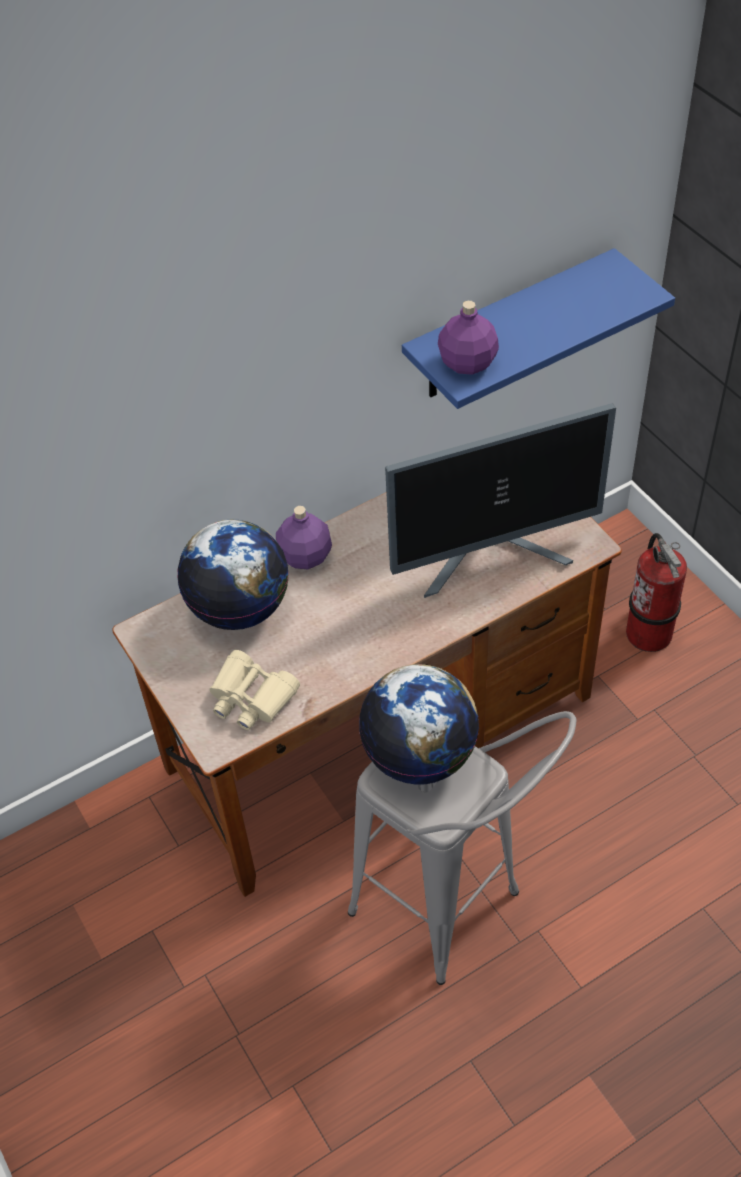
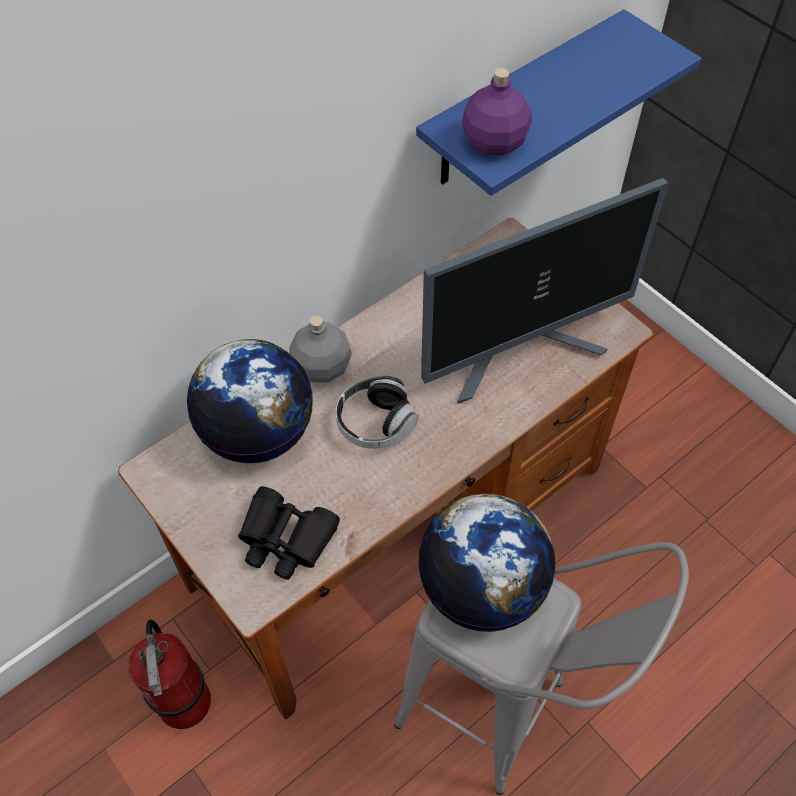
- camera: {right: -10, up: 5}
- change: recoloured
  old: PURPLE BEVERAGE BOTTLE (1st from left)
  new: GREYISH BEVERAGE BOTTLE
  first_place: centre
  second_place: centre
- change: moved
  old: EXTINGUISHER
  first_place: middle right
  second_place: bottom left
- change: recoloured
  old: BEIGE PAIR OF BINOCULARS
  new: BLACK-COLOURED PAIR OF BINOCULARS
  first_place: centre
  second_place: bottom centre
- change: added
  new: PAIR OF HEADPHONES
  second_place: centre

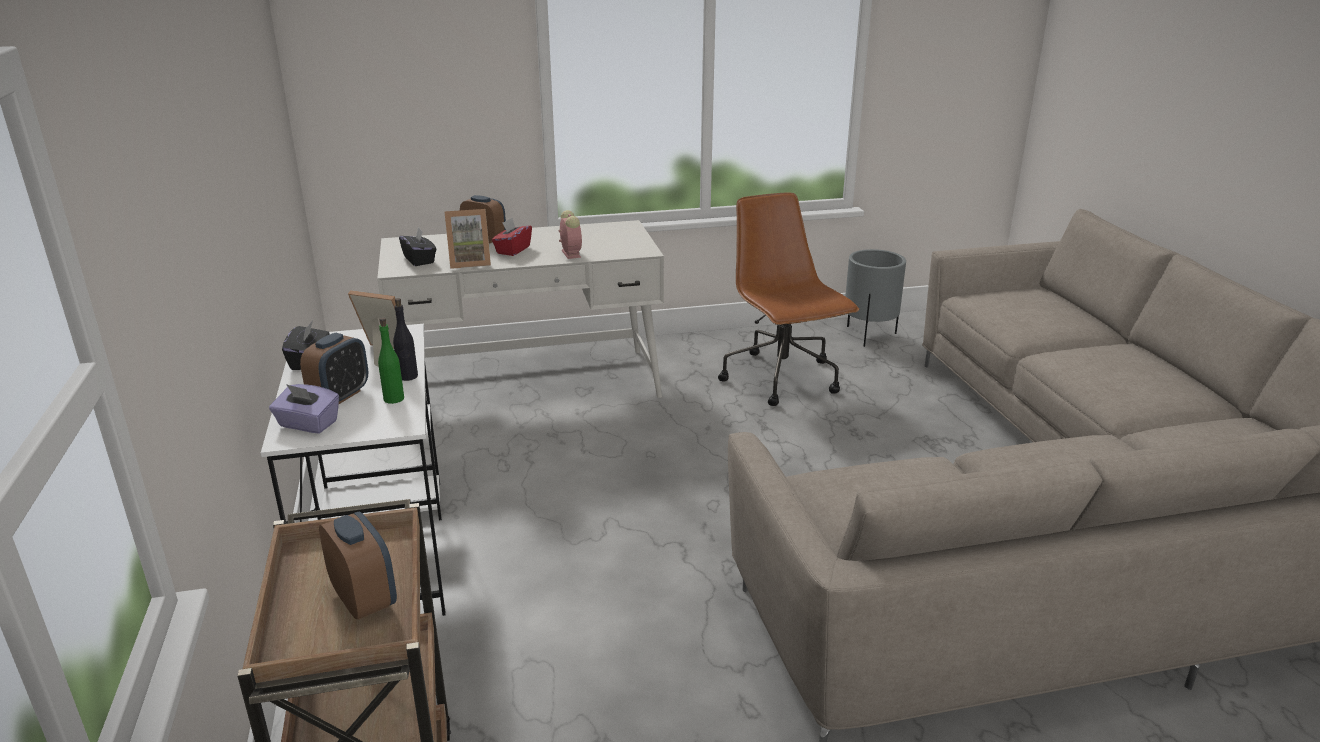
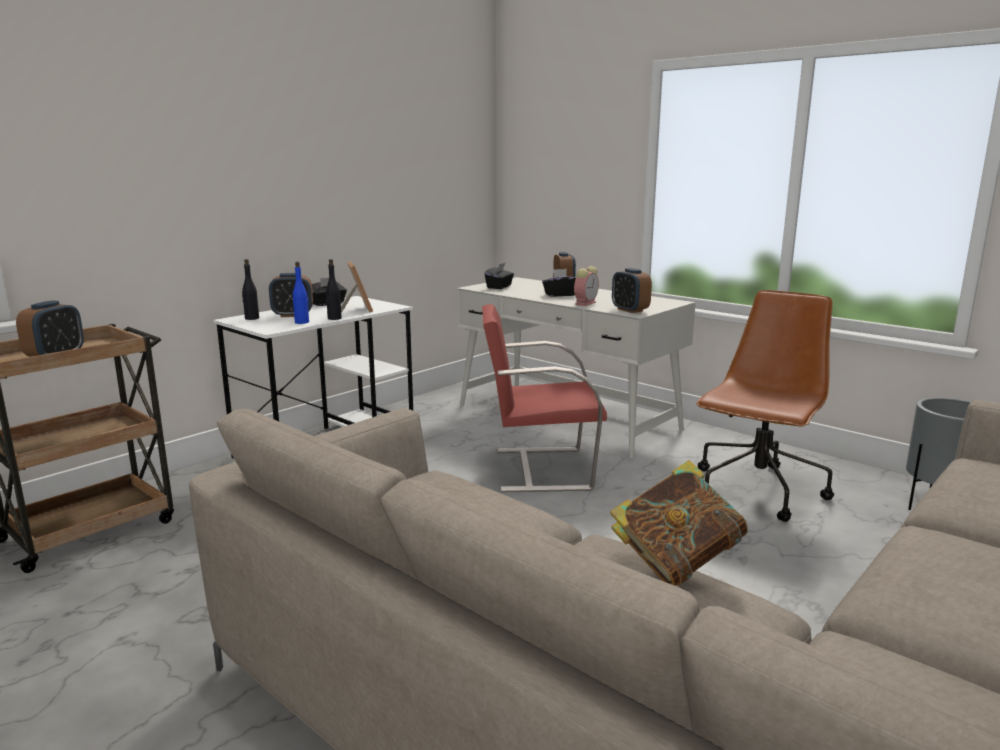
- camera: {right: 55, up: -10}
- change: removed
  old: PICTURE FRAME (2nd from left)
  first_place: top centre
- change: recoloured
  old: RED-COLOURED TISSUE BOX
  new: BLACK-COLOURED TISSUE BOX (3rd from left)
  first_place: top centre
  second_place: centre
- change: recoloured
  old: GREEN-COLOURED BEVERAGE BOTTLE
  new: BLUE-COLOURED BEVERAGE BOTTLE
  first_place: middle left
  second_place: middle left
- change: replaced
  old: PURPLE TISSUE BOX
  new: BLACK-COLOURED BEVERAGE BOTTLE (1st from left)
  first_place: middle left
  second_place: middle left
- change: added
  new: BEDSIDE CLOCK (5th from left)
  second_place: centre
- change: added
  new: RED-COLOURED CHAIR
  second_place: centre
- change: added
  new: BOOK
  second_place: bottom right

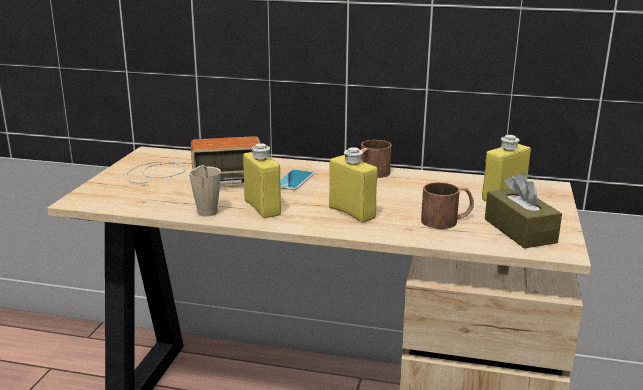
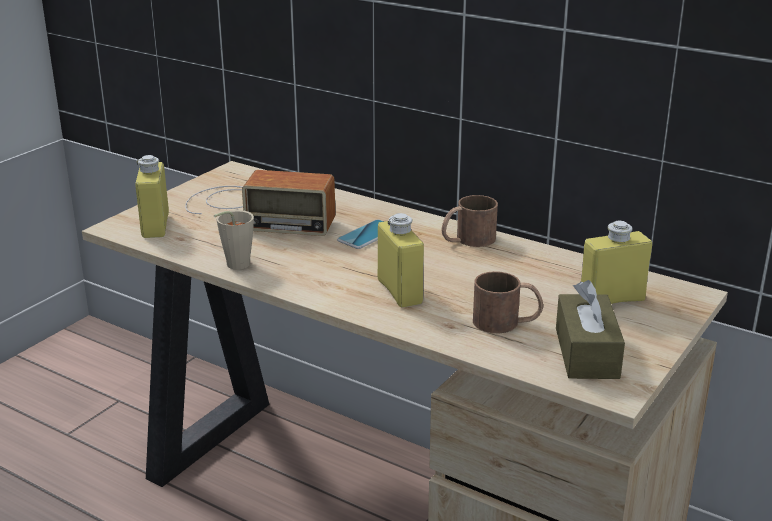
- camera: {right: 20, up: 5}
- change: moved
  old: YELLOW-COLOURED BEVERAGE BOTTLE (1st from left)
  first_place: centre
  second_place: middle left

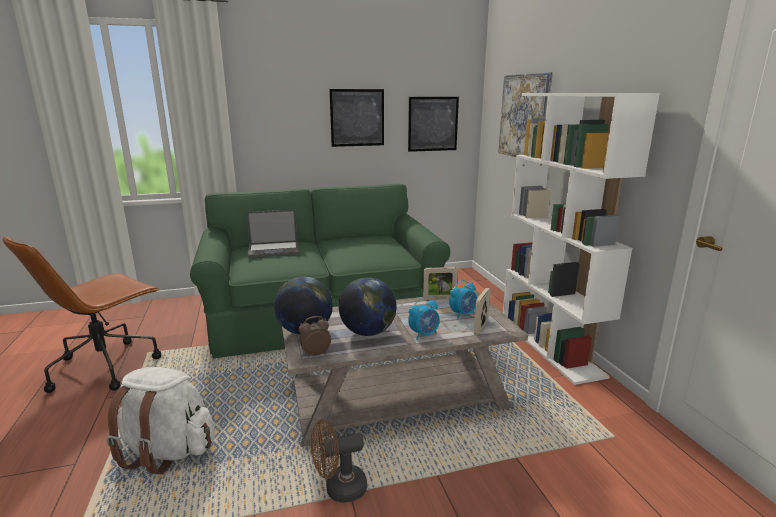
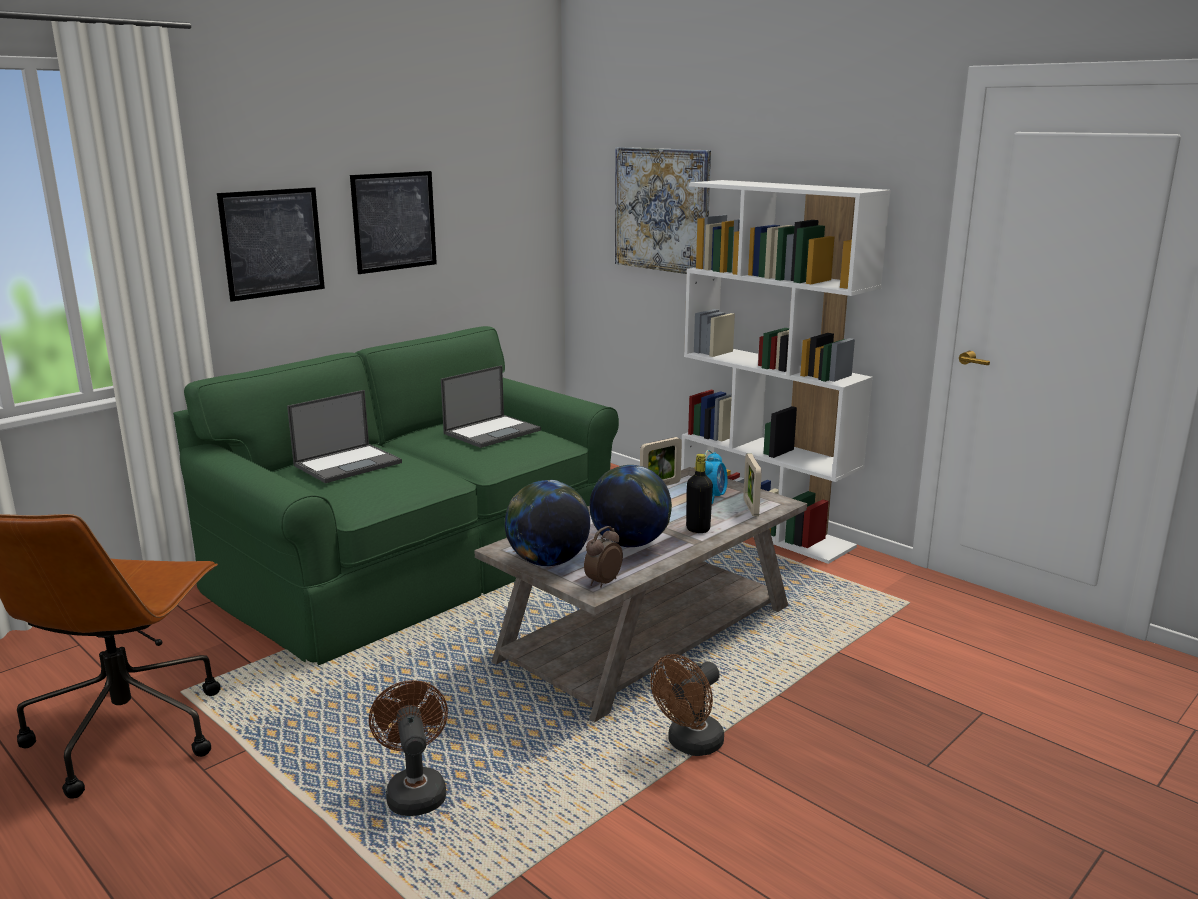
- camera: {right: -30, up: 0}
- change: moved
  old: WALL ART (2nd from left in the first image)
  new: WALL ART (1st from left)
  first_place: top centre
  second_place: top left
- change: replaced
  old: BEDSIDE CLOCK (2nd from left)
  new: BLACK-COLOURED BEVERAGE BOTTLE
  first_place: centre
  second_place: centre
- change: replaced
  old: WHITE-COLOURED BACKPACK
  new: BROWNISH FAN (1st from left)
  first_place: bottom left
  second_place: bottom centre
- change: added
  new: NOTEBOOK COMPUTER (2nd from left)
  second_place: centre

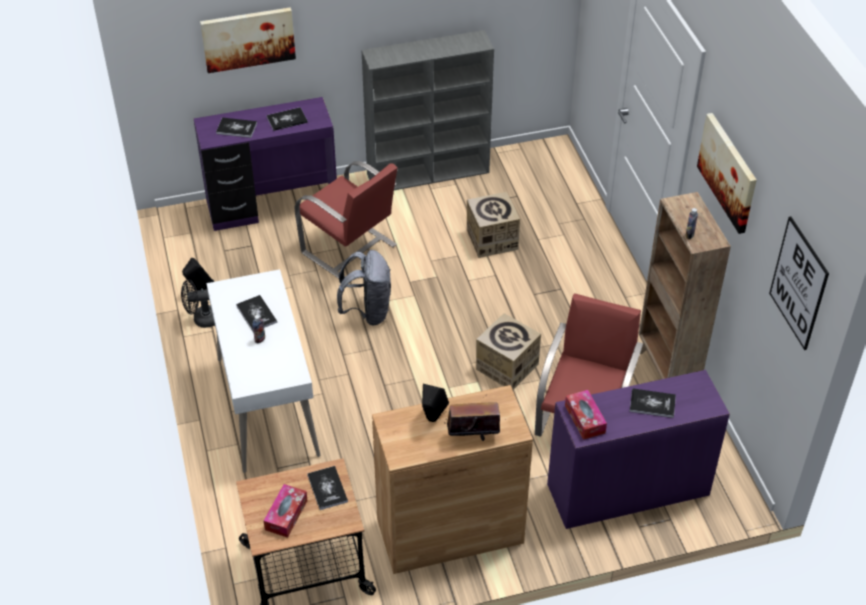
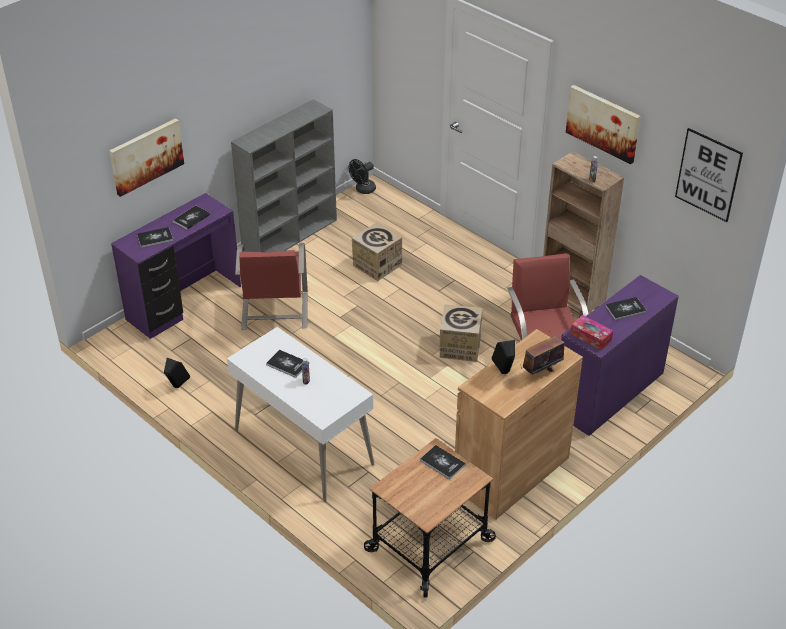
- camera: {right: -30, up: -5}
- change: turned
  old: RED-COLOURED CHAIR (1st from left)
  first_place: centre
  second_place: centre
  degrees: 75
- change: removed
  old: GREYISH BACKPACK
  first_place: centre
- change: moved
  old: BLACK-COLOURED FAN
  first_place: middle left
  second_place: top centre
- change: removed
  old: TISSUE BOX (1st from left)
  first_place: bottom left

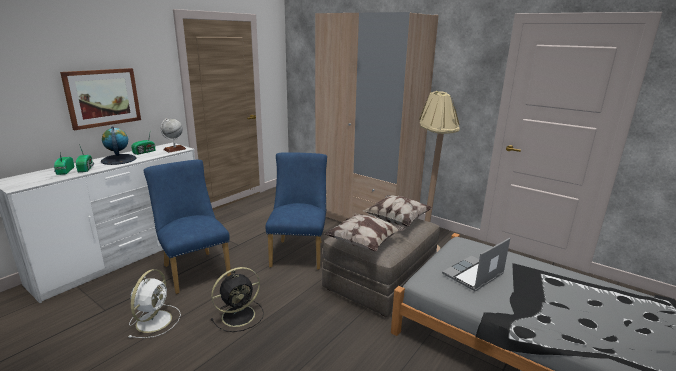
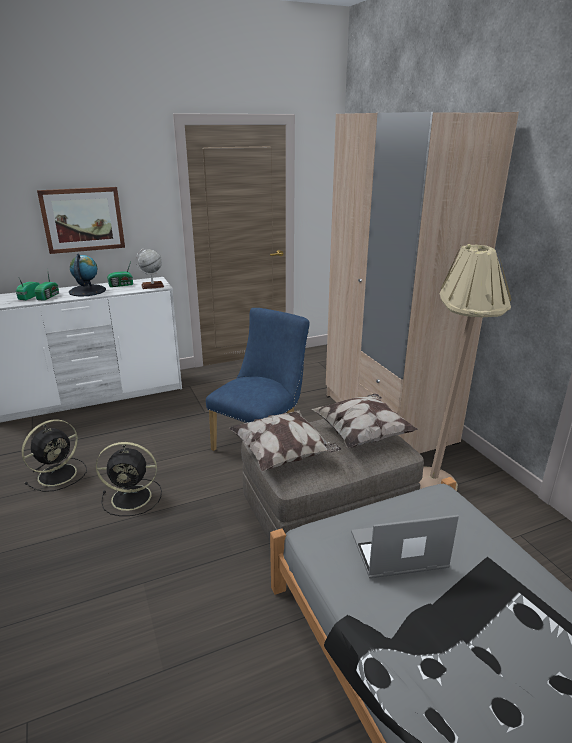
- camera: {right: 30, up: 5}
- change: removed
  old: BLUE-COLOURED CHAIR (1st from left)
  first_place: middle left
- change: recoloured
  old: WHITE-COLOURED FAN
  new: BLACK-COLOURED FAN (1st from left)
  first_place: bottom left
  second_place: middle left

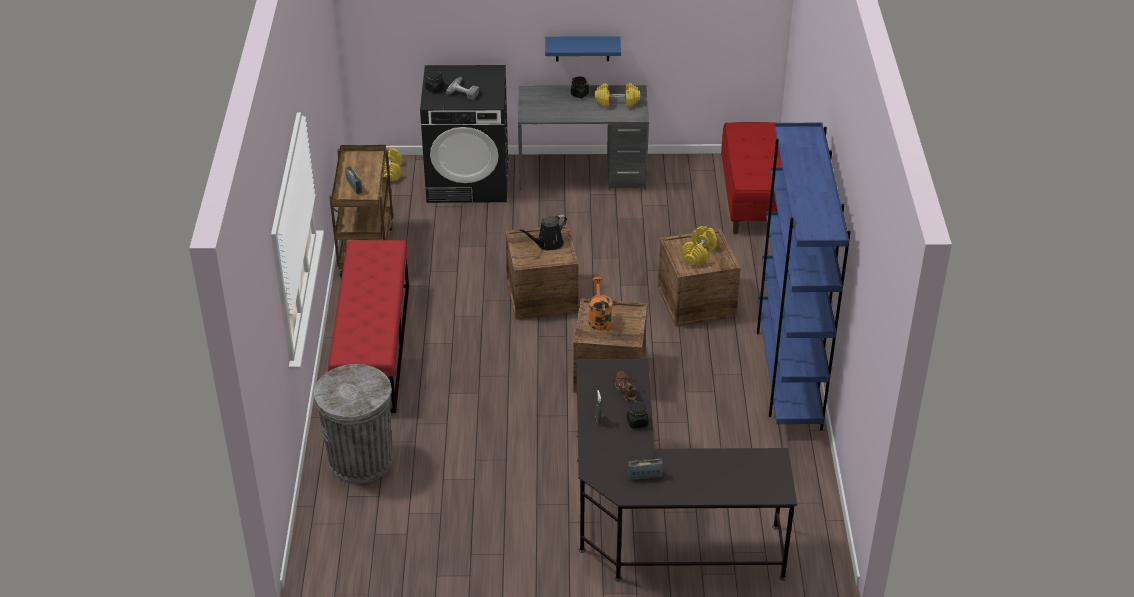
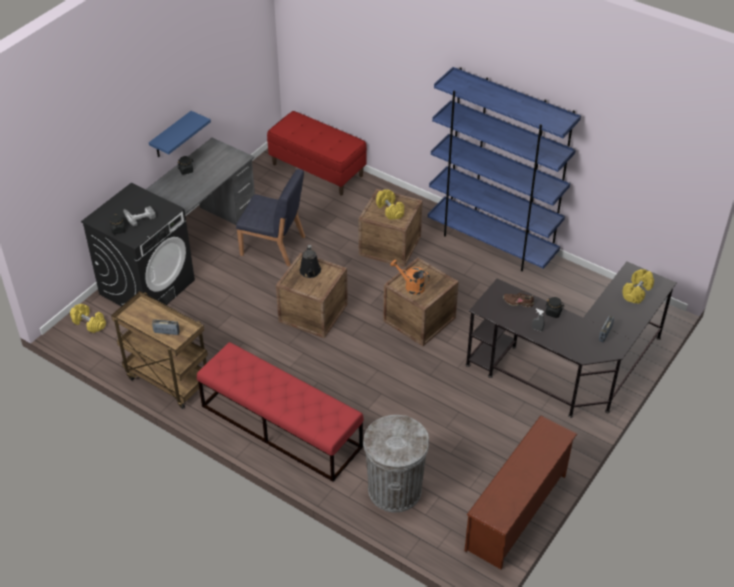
- camera: {right: -55, up: 5}
- change: moved
  old: YELLOW-COLOURED DUMBBELL (2nd from left in the first image)
  new: YELLOW-COLOURED DUMBBELL (3rd from left)
  first_place: top centre
  second_place: middle right
- change: added
  new: BLUE-COLOURED CHAIR
  second_place: centre
- change: added
  new: BROWNISH SHOE SHELF
  second_place: bottom right

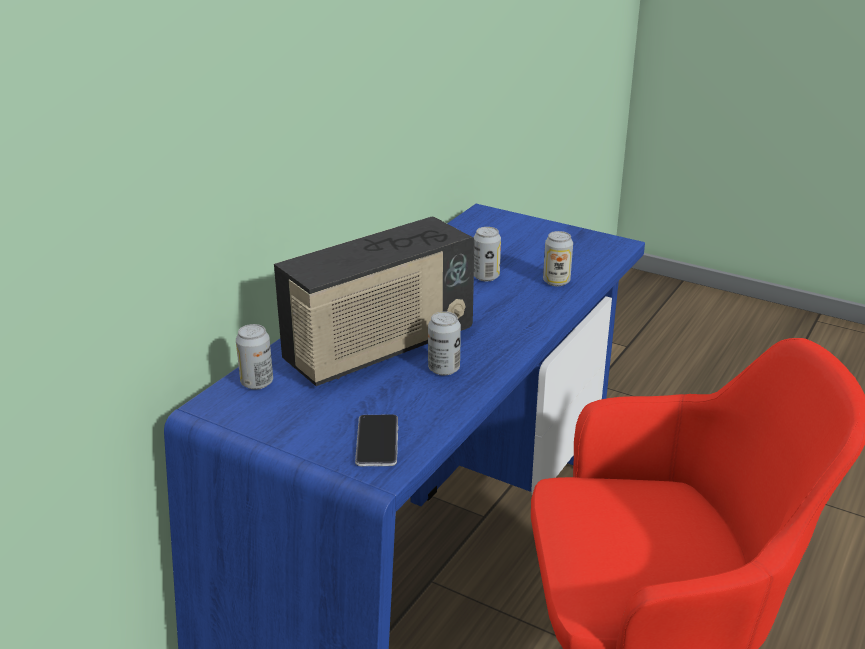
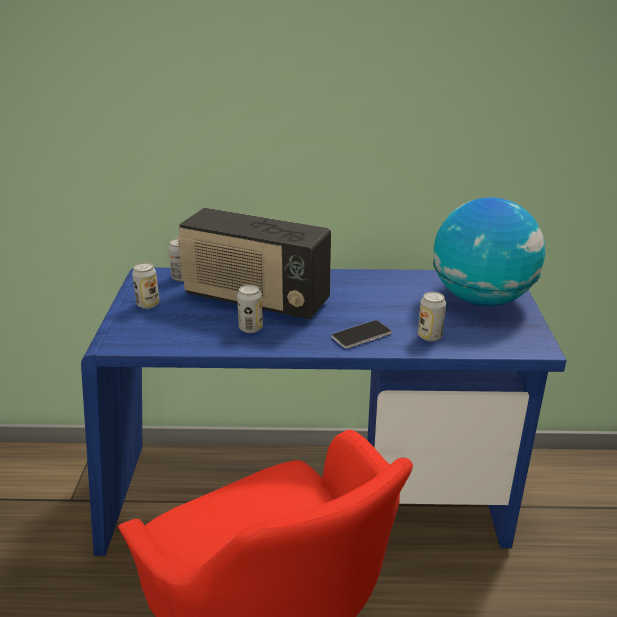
- camera: {right: 60, up: 0}
- change: moved
  old: SEALED CAN (3rd from left in the first image)
  new: SEALED CAN (1st from left)
  first_place: centre
  second_place: middle left
- change: moved
  old: HANDSET
  first_place: bottom centre
  second_place: centre
- change: added
  new: WORLD GLOBE
  second_place: middle right

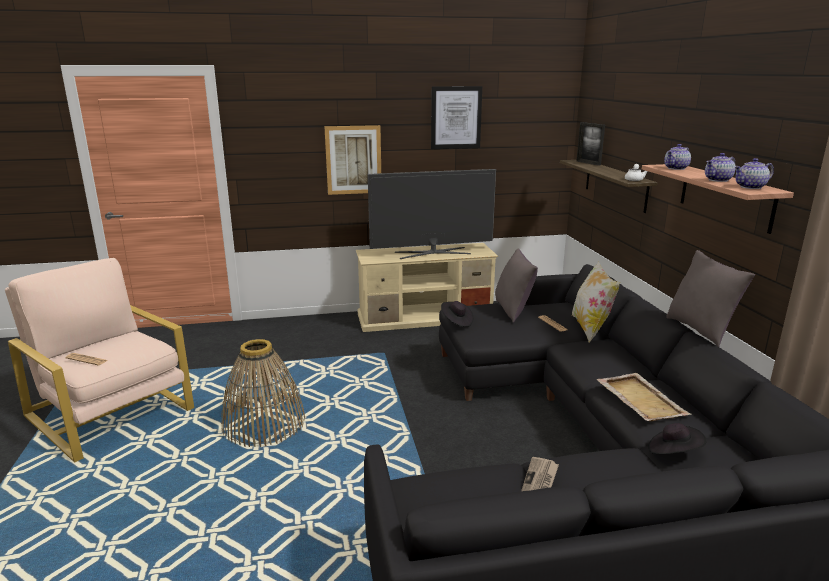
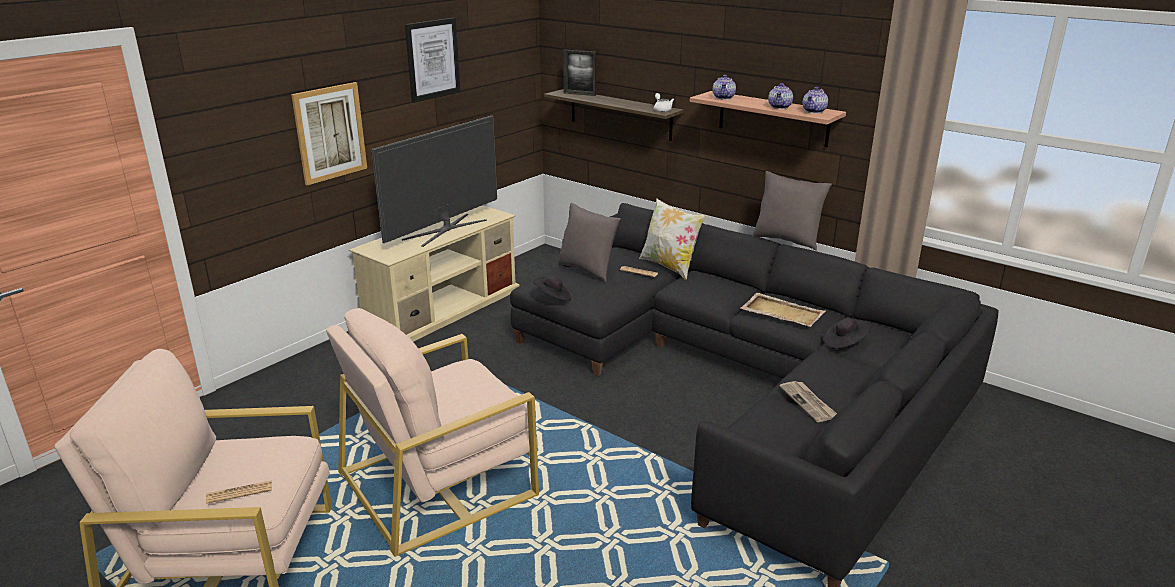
- camera: {right: -40, up: 5}
- change: replaced
  old: STORAGE BASKET
  new: BEIGE LOUNGE CHAIR (2nd from left)
  first_place: bottom left
  second_place: bottom centre

